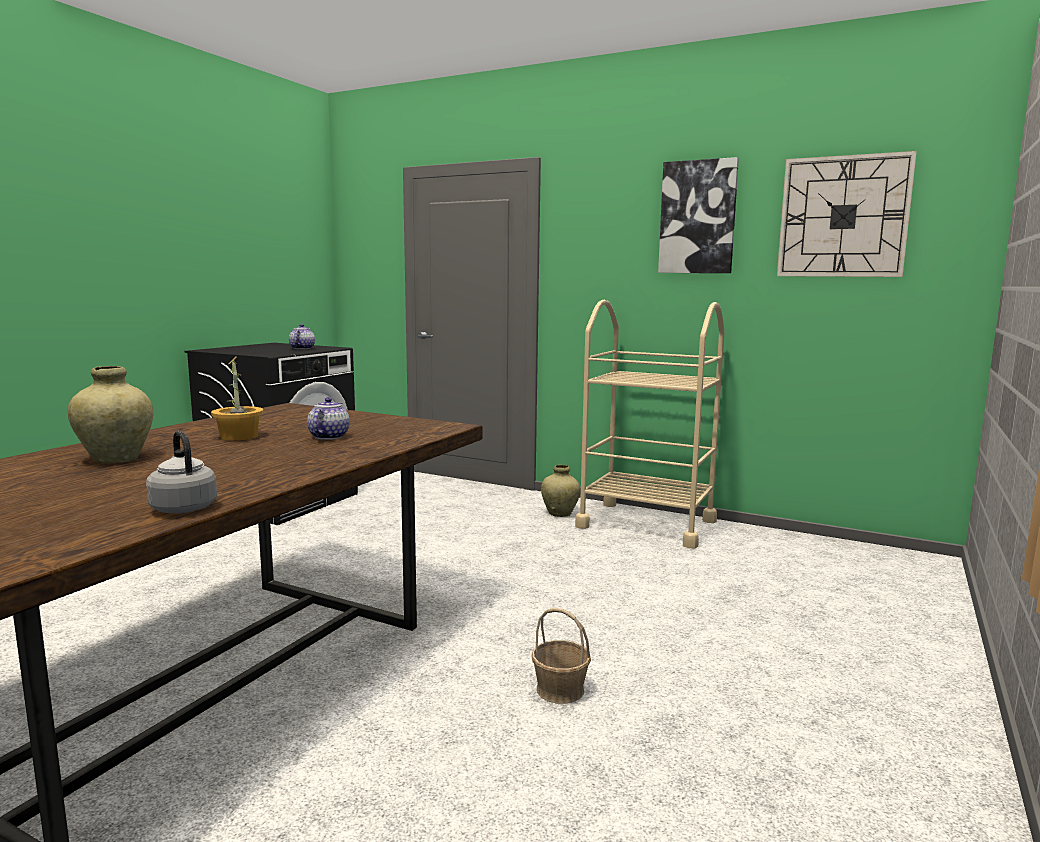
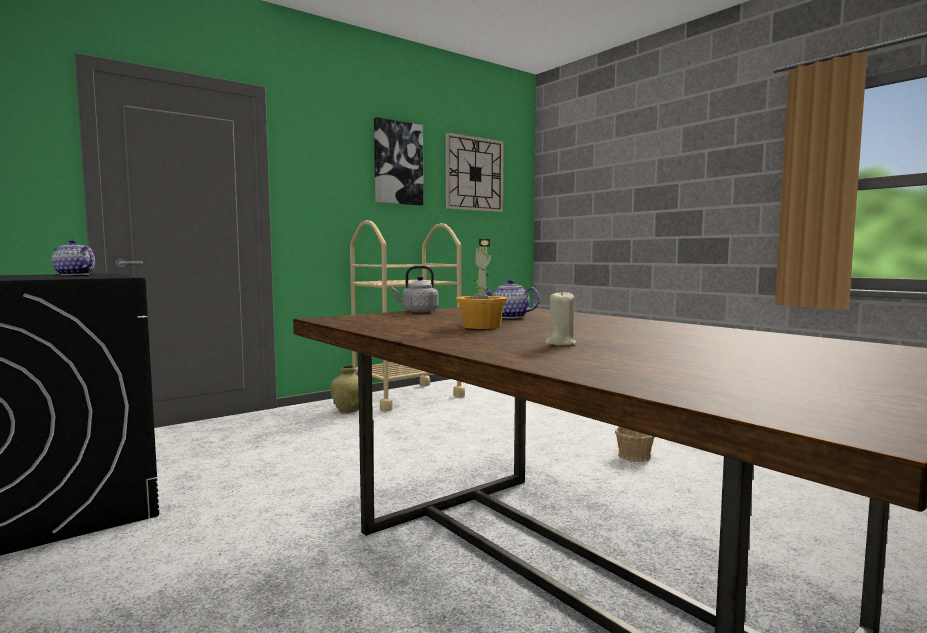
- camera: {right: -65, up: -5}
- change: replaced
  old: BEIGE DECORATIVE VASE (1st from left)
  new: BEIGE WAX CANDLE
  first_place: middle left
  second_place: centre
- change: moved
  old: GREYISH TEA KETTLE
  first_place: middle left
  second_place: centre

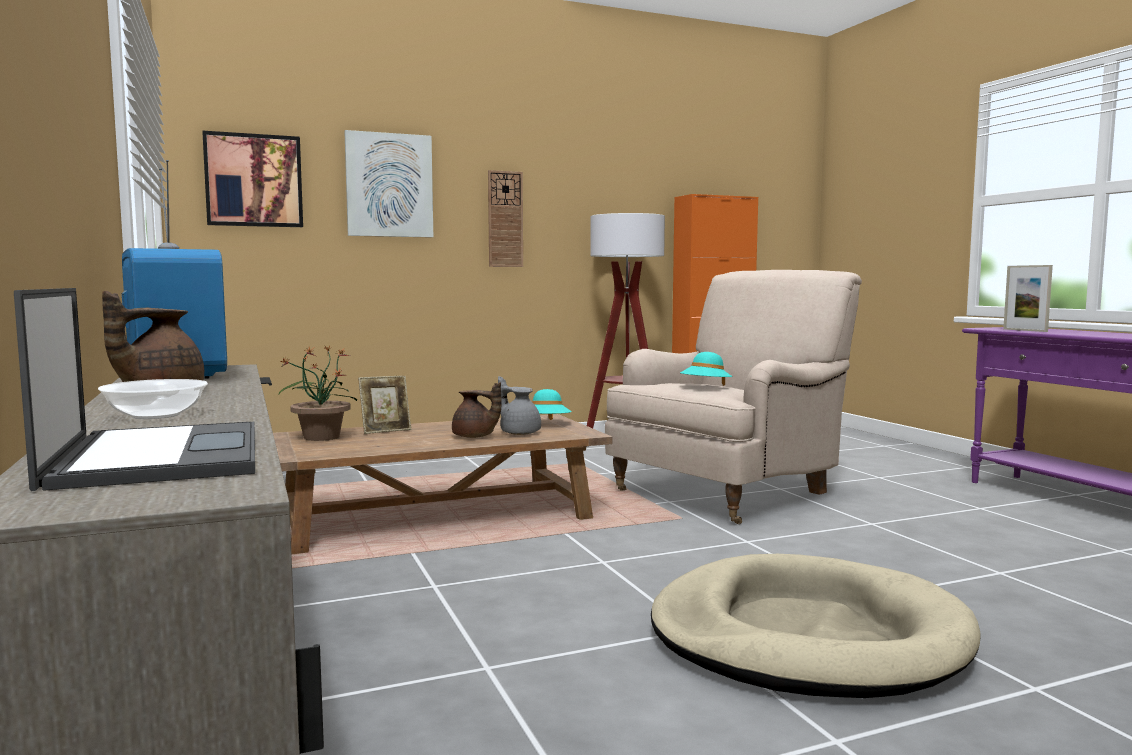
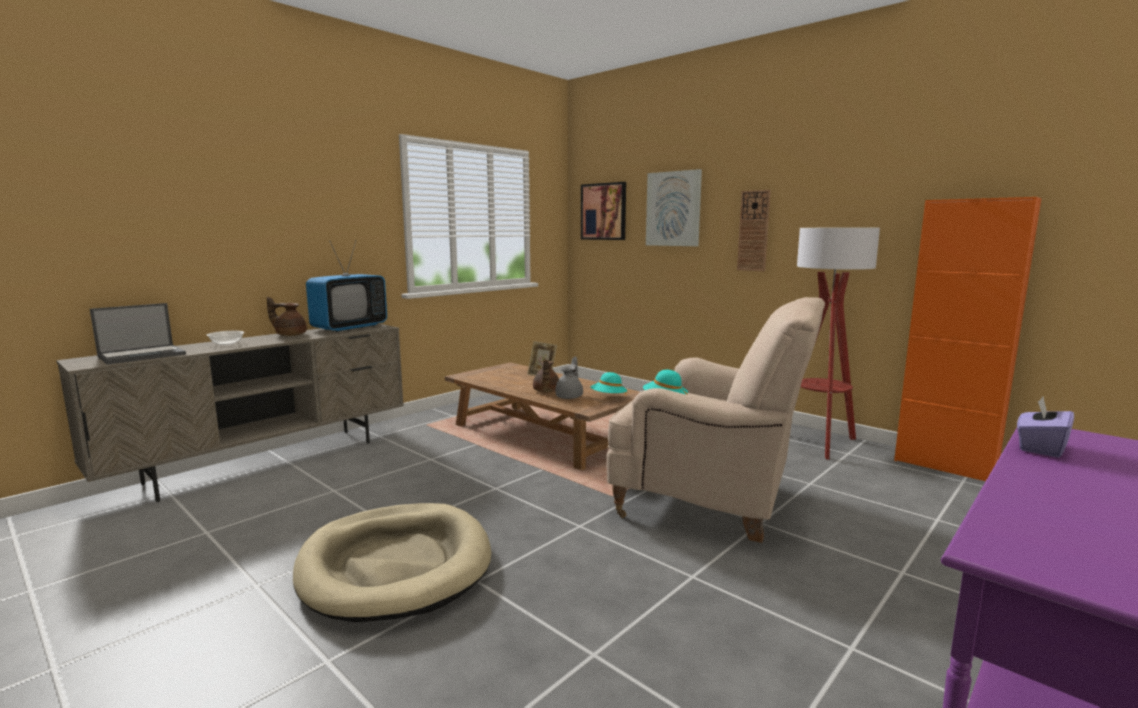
- camera: {right: 65, up: 5}
- change: replaced
  old: PICTURE FRAME (2nd from left)
  new: PURPLE TISSUE BOX
  first_place: middle right
  second_place: middle right
- change: removed
  old: POTTED PLANT
  first_place: middle left

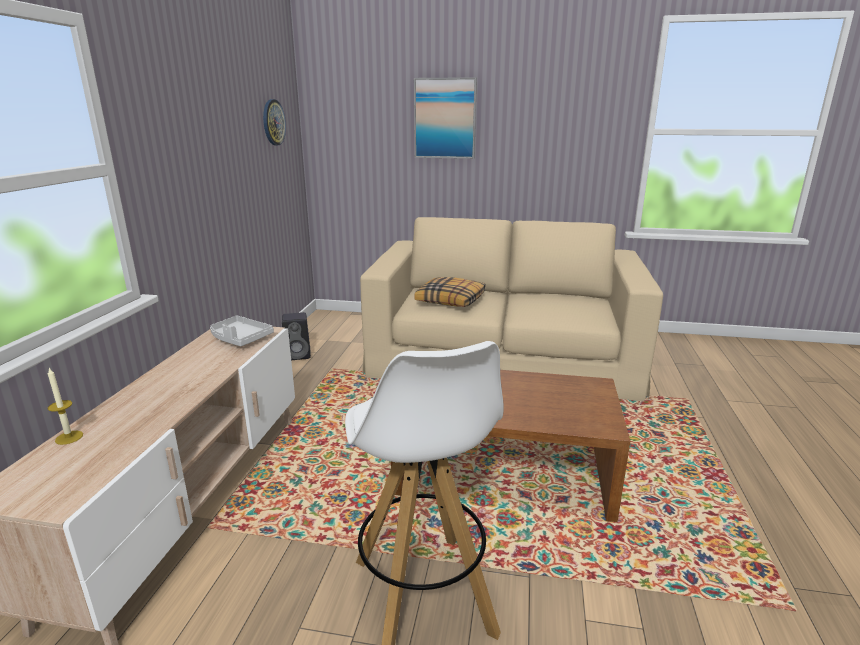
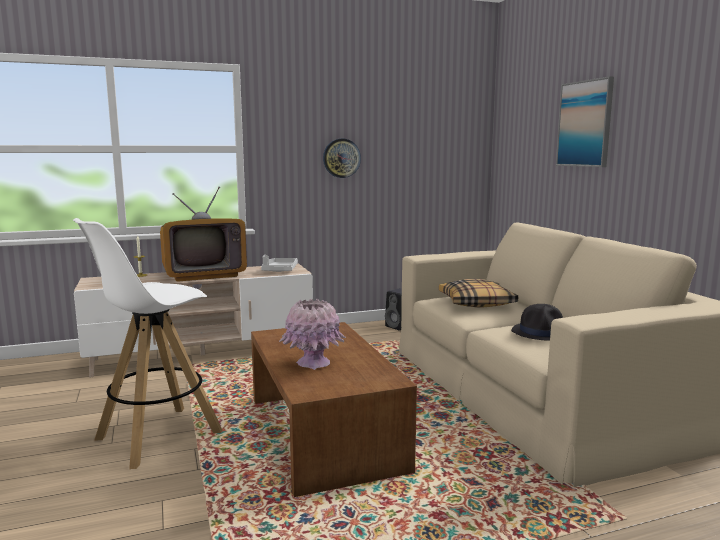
- camera: {right: 60, up: -10}
- change: moved
  old: WALL CLOCK
  first_place: top left
  second_place: top centre
- change: added
  new: TELEVISION
  second_place: middle left
- change: added
  new: PINK-COLOURED DECORATIVE VASE
  second_place: centre
- change: added
  new: BLACK-COLOURED WEARABLE HAT
  second_place: middle right

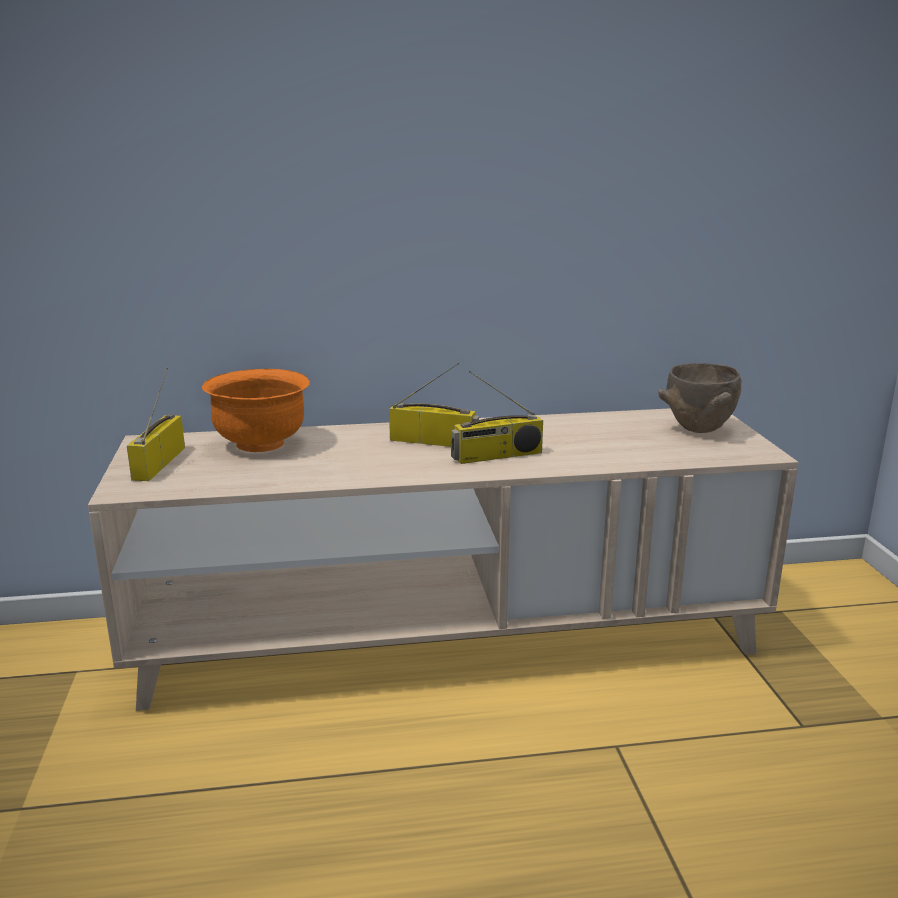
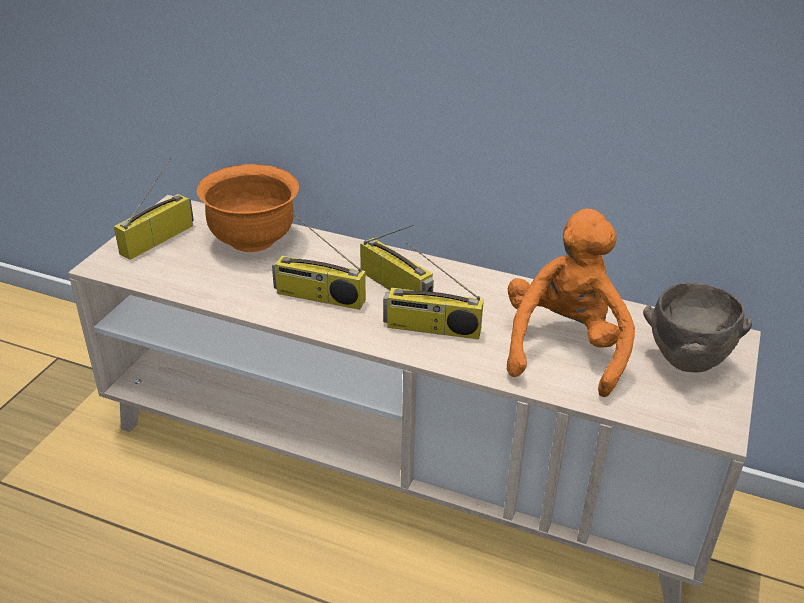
- camera: {right: 30, up: 15}
- change: added
  new: ORANGE PLUSH TOY
  second_place: middle right
- change: added
  new: RADIO RECEIVER (2nd from left)
  second_place: centre

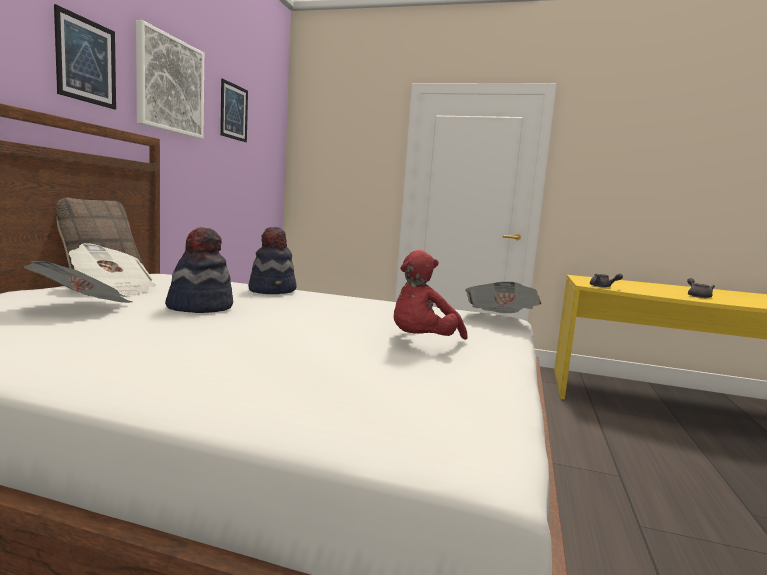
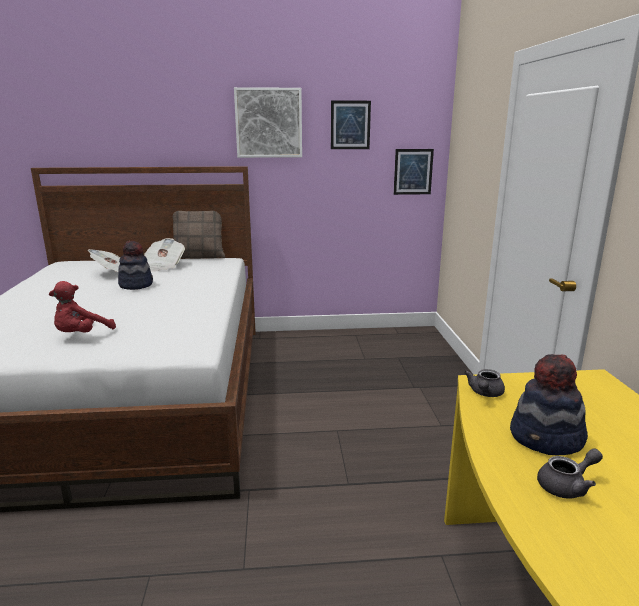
- camera: {right: 70, up: 10}
- change: moved
  old: WALL ART (1st from left in the first image)
  new: WALL ART (3rd from left)
  first_place: top left
  second_place: top centre
- change: moved
  old: WEARABLE HAT (2nd from left)
  first_place: centre
  second_place: bottom right
- change: turned
  old: RED-COLOURED PLUSH TOY
  first_place: centre
  second_place: middle left
  degrees: -75
- change: removed
  old: PRINTED PAPER (3rd from left)
  first_place: centre

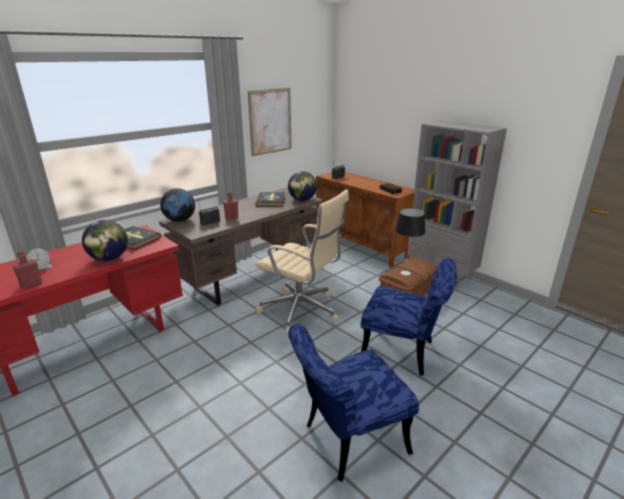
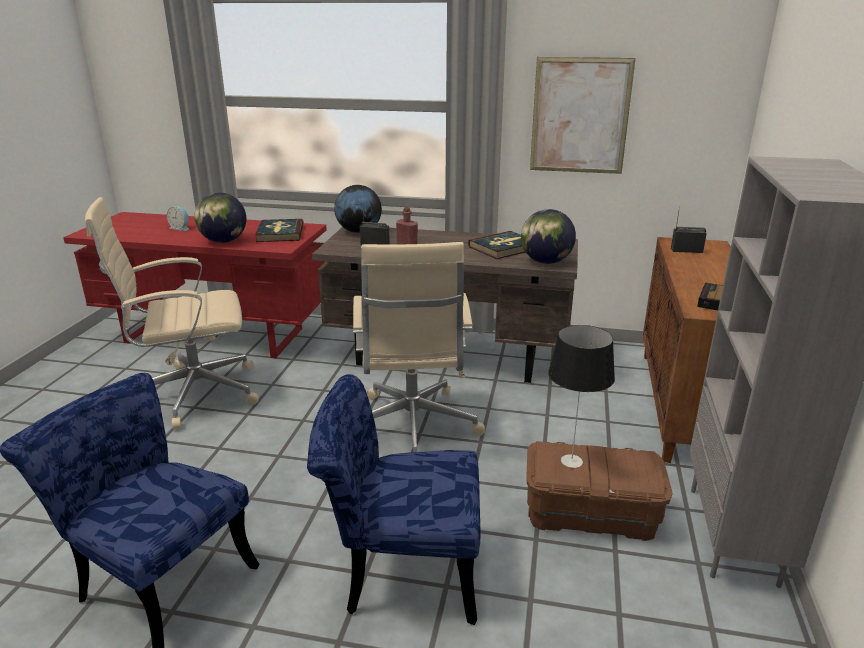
- camera: {right: 55, up: 0}
- change: removed
  old: RED-COLOURED BEVERAGE BOTTLE (1st from left)
  first_place: middle left
- change: turned
  old: BLUE-COLOURED CHAIR (2nd from left)
  first_place: centre
  second_place: bottom centre
  degrees: 105
- change: added
  new: BEIGE COMPUTER CHAIR (1st from left)
  second_place: middle left

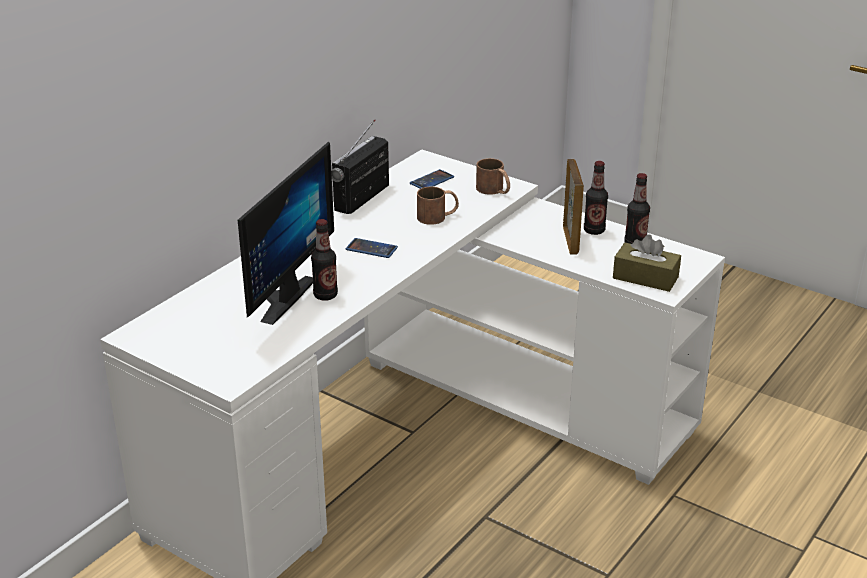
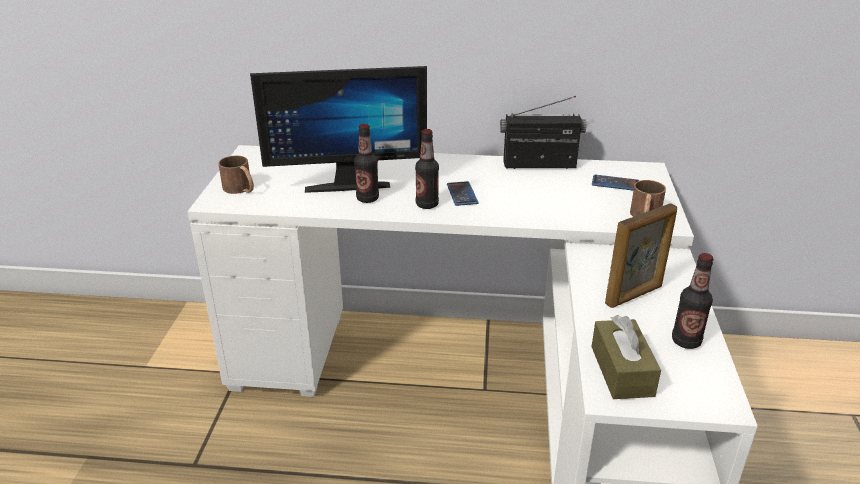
- camera: {right: 60, up: 0}
- change: moved
  old: BEVERAGE BOTTLE (2nd from left)
  first_place: middle right
  second_place: centre
- change: moved
  old: BROWNISH TEA MUG (1st from left)
  first_place: centre
  second_place: middle left

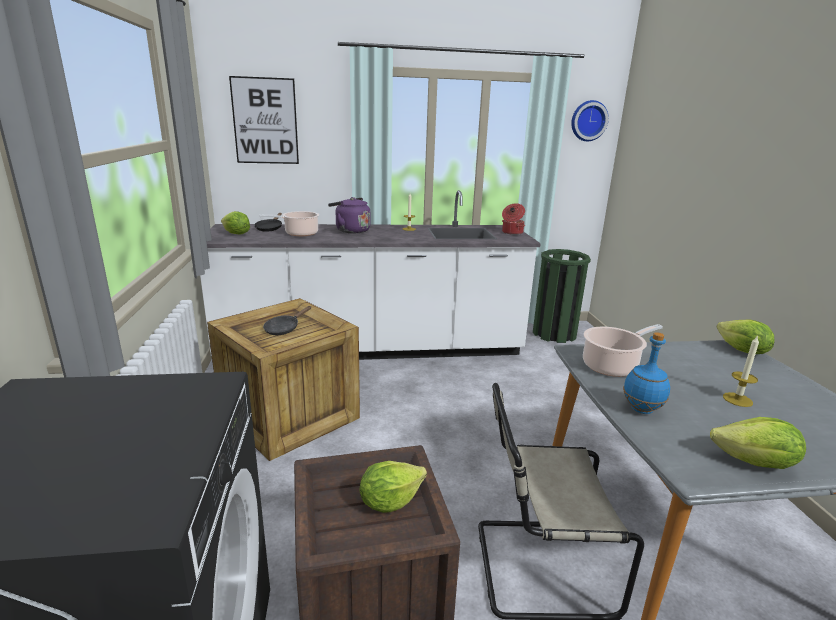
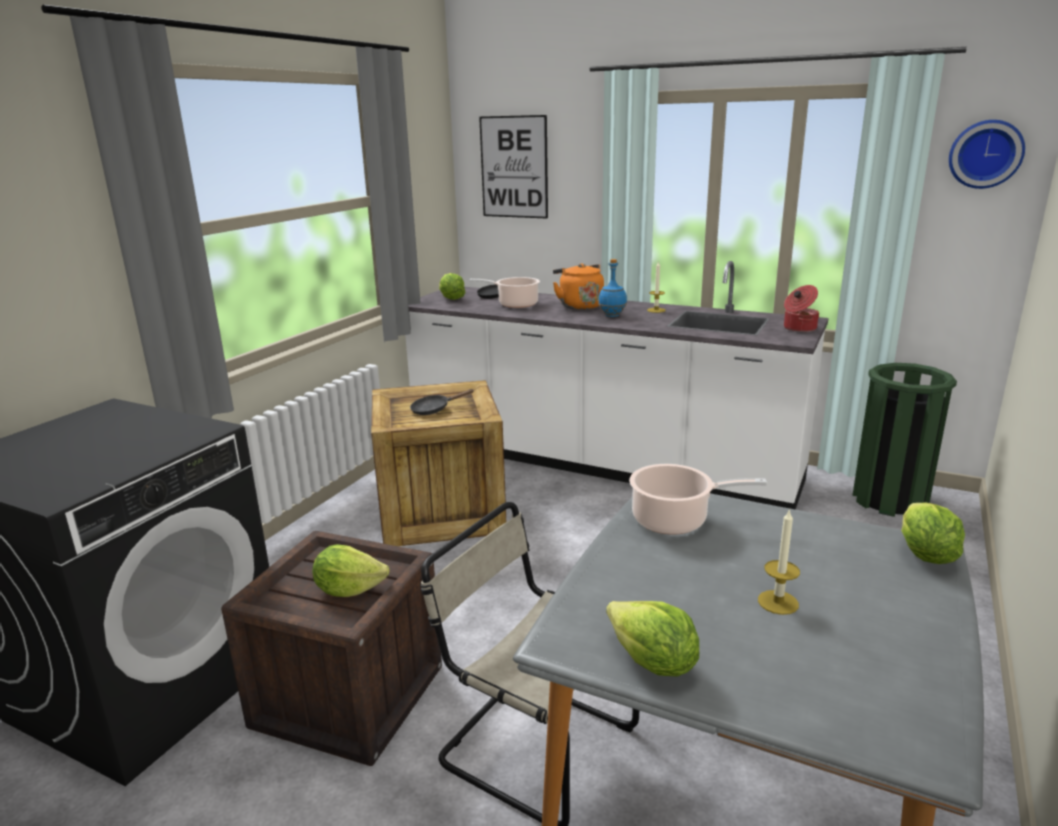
- camera: {right: 35, up: 0}
- change: recoloured
  old: PURPLE TEA KETTLE
  new: ORANGE TEA KETTLE
  first_place: centre
  second_place: centre
- change: moved
  old: BLUE-COLOURED BEVERAGE BOTTLE
  first_place: middle right
  second_place: centre

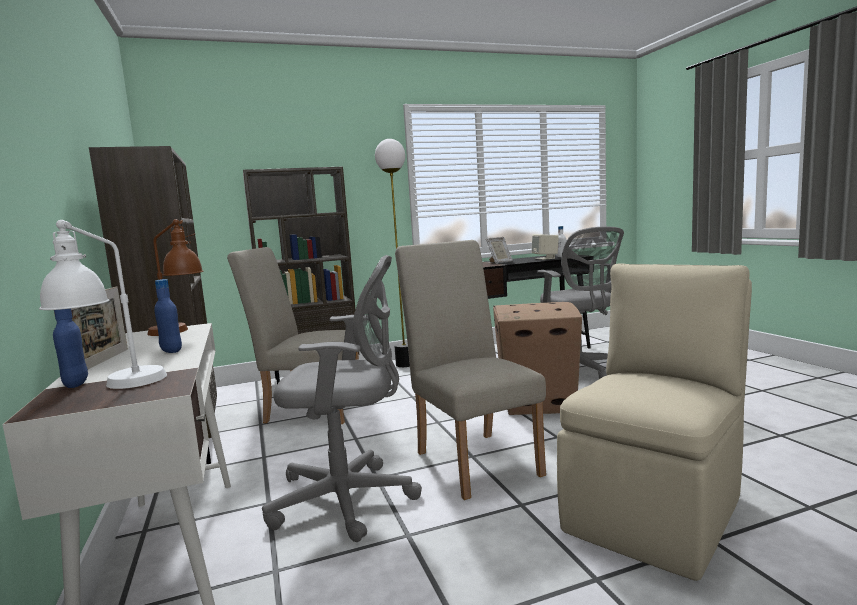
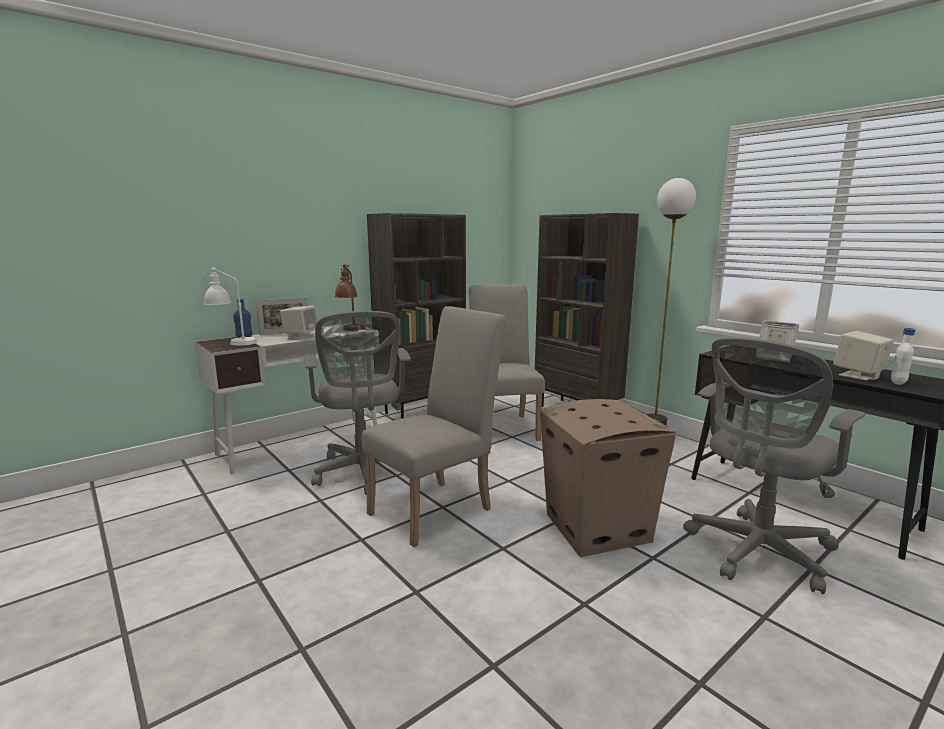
- camera: {right: 70, up: 5}
- change: removed
  old: BEIGE CHAIR (3rd from left)
  first_place: bottom right
- change: replaced
  old: BLUE-COLOURED BEVERAGE BOTTLE (2nd from left)
  new: BEIGE LOUDSPEAKER (1st from left)
  first_place: middle left
  second_place: middle left

